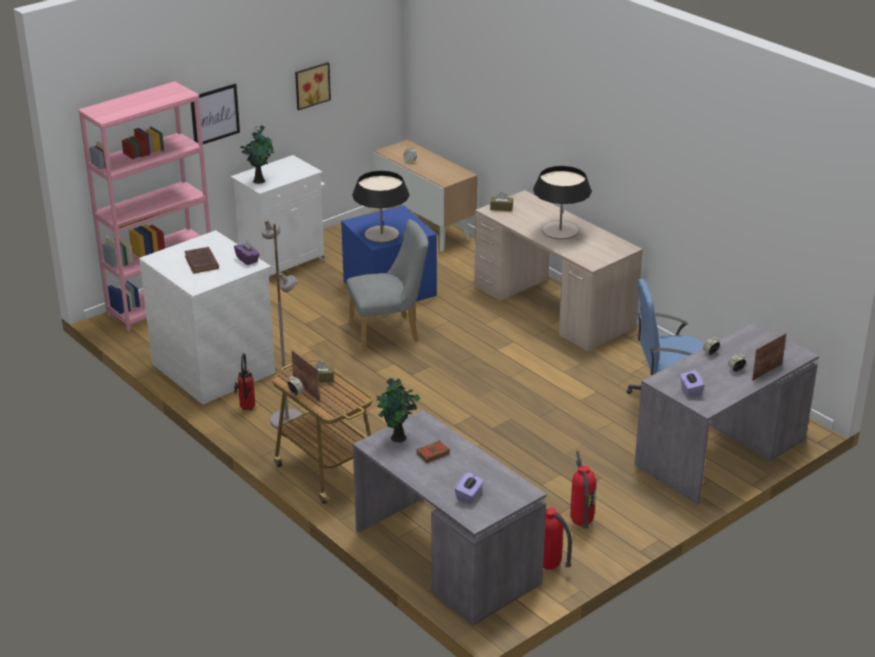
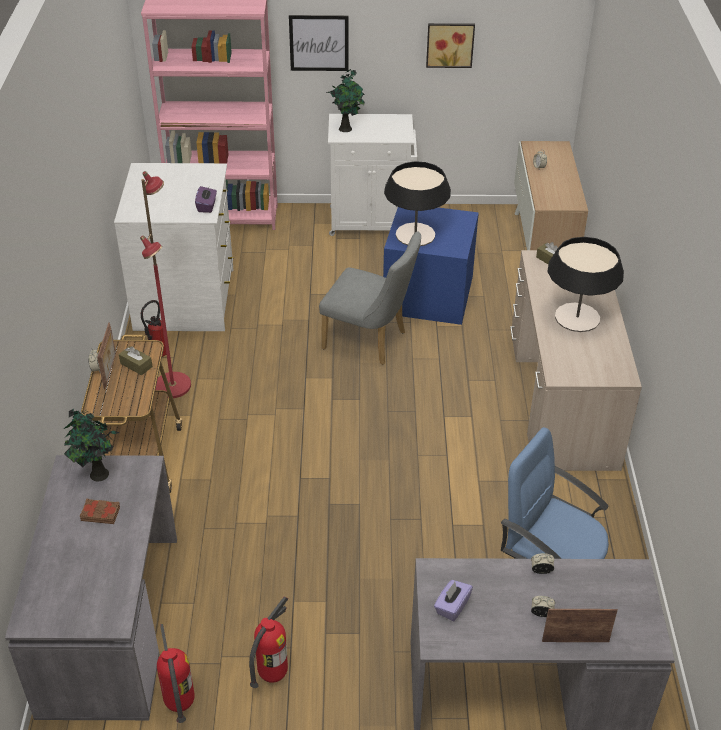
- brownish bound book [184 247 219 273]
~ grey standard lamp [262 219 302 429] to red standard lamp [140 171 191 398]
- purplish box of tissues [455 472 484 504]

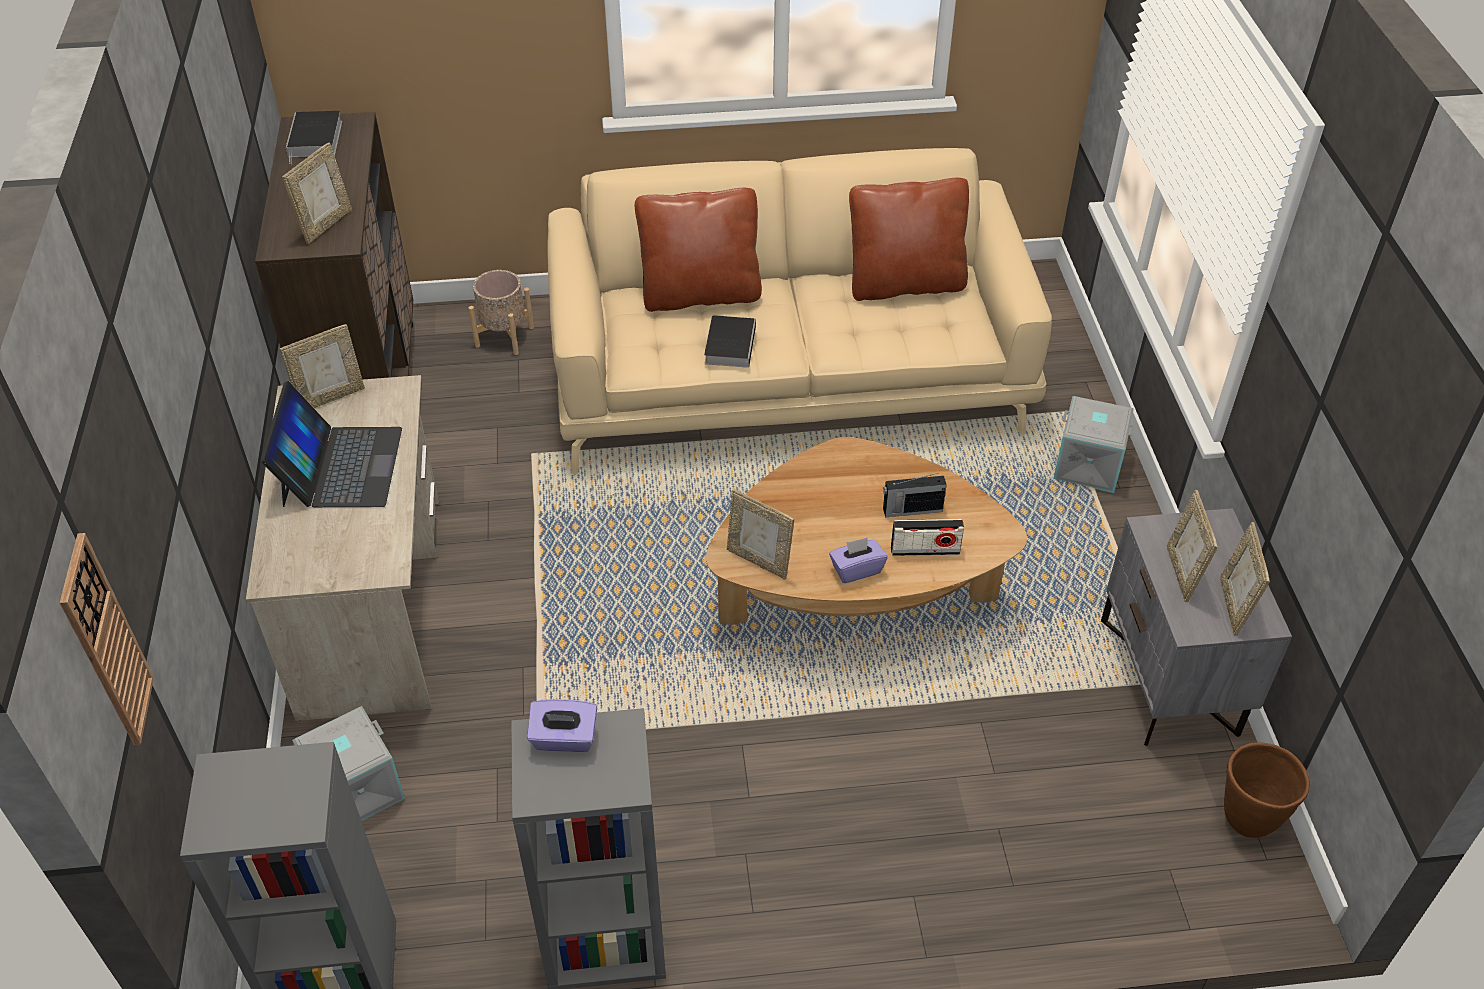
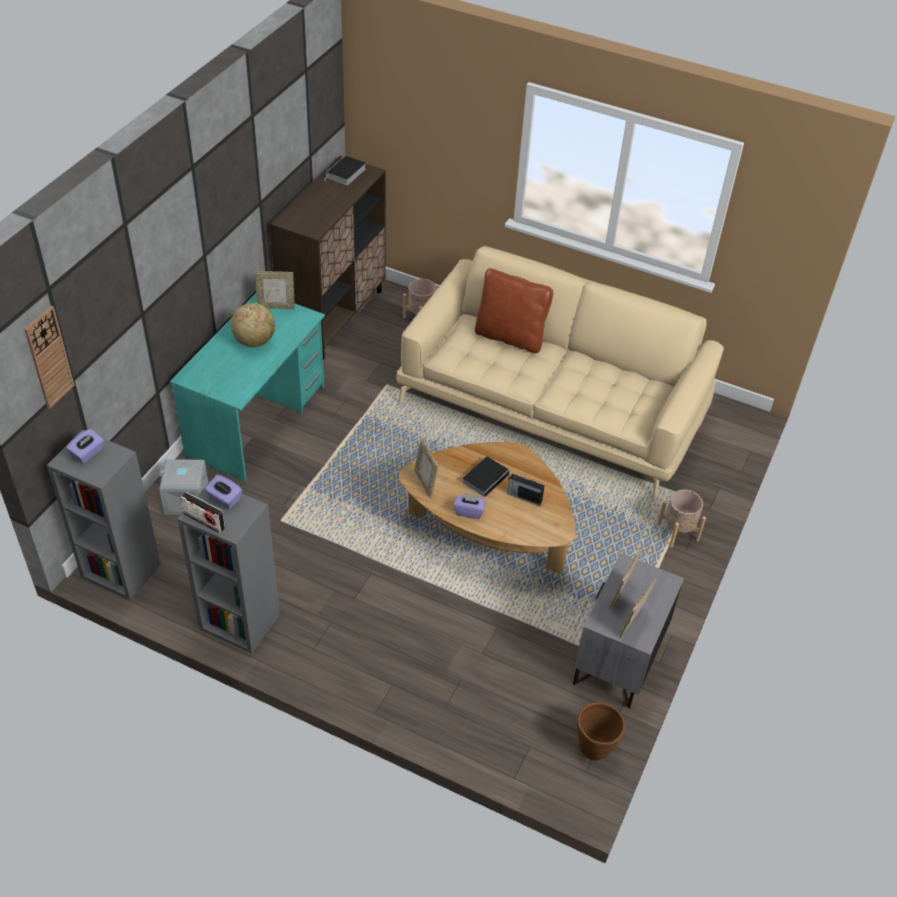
~ sand-coloured desk [246 375 439 721] to turquoise desk [170 293 325 481]
~ laptop [261 381 402 507] to world globe [231 303 275 347]
- standing frame [282 143 352 244]
~ bound book [704 315 756 368] to [462 456 511 498]
- brownish pillow [849 178 969 301]
~ radio receiver [891 519 964 556] to [181 492 225 533]
~ grey storage box [1054 396 1135 493] to sand-coloured flower pot [657 490 706 548]
+ purplish box of tissues [66 429 104 464]

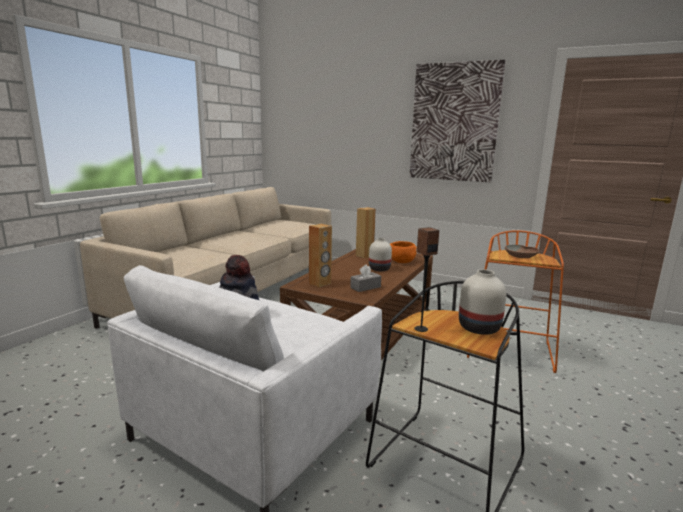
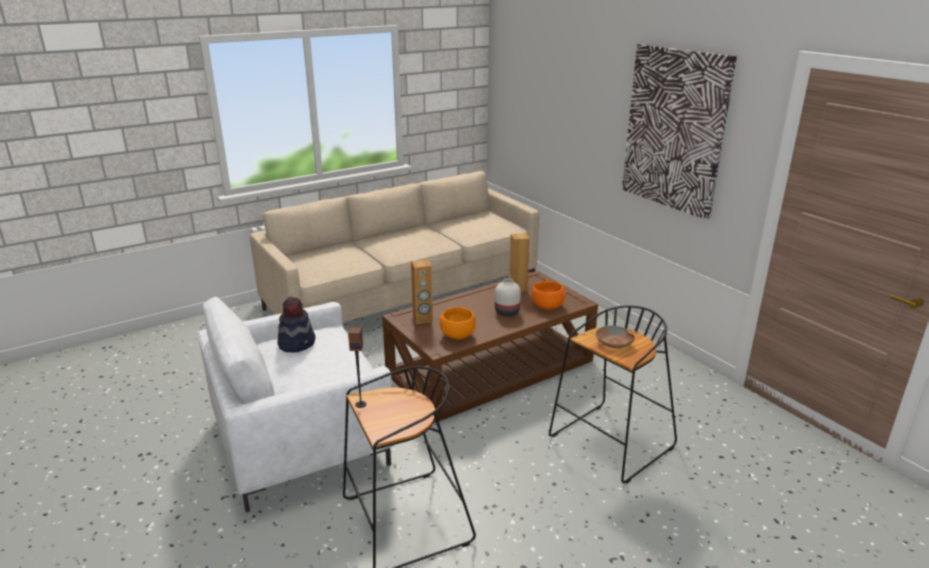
~ grey box of tissues [350 264 381 292] to orangey deep dish [439 307 476 339]
- white-coloured flower vase [459 269 506 335]
~ orangey sitting stool [467 230 564 373] to black-coloured sitting stool [549 305 677 484]

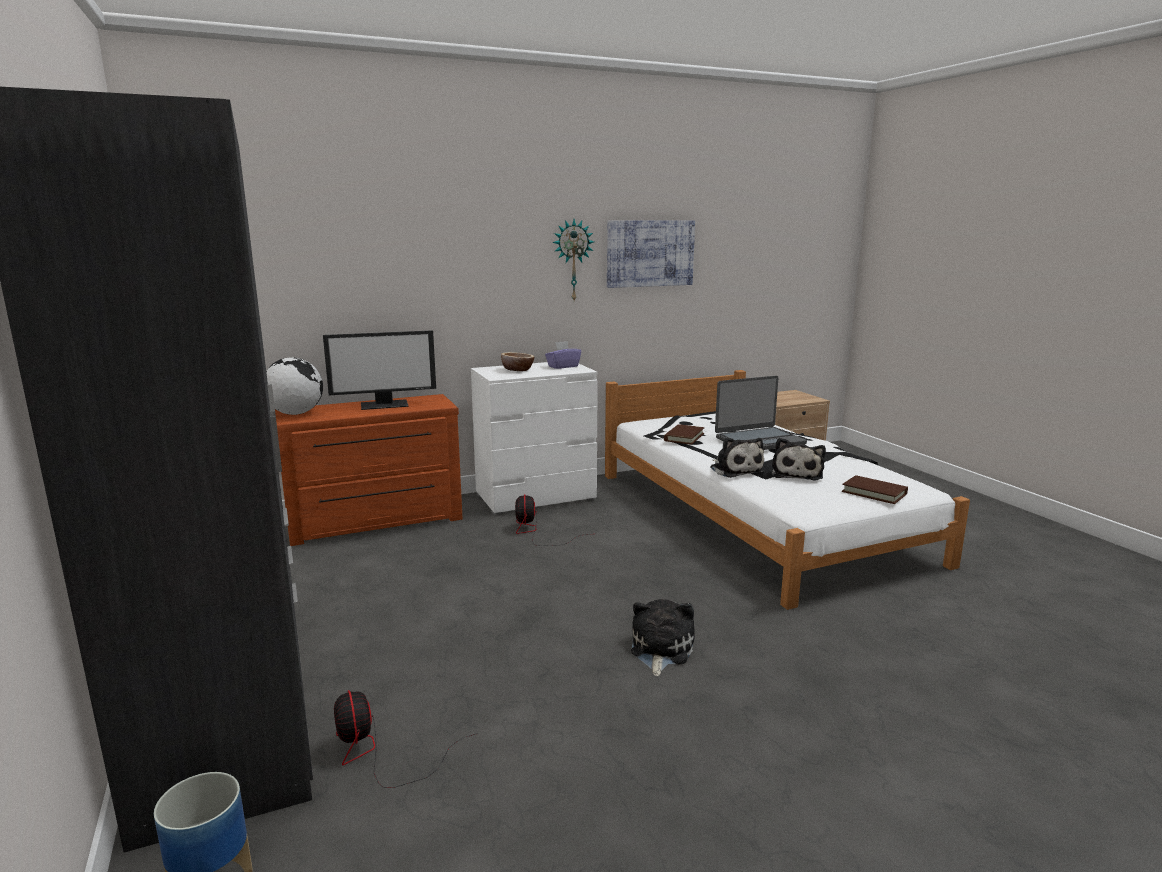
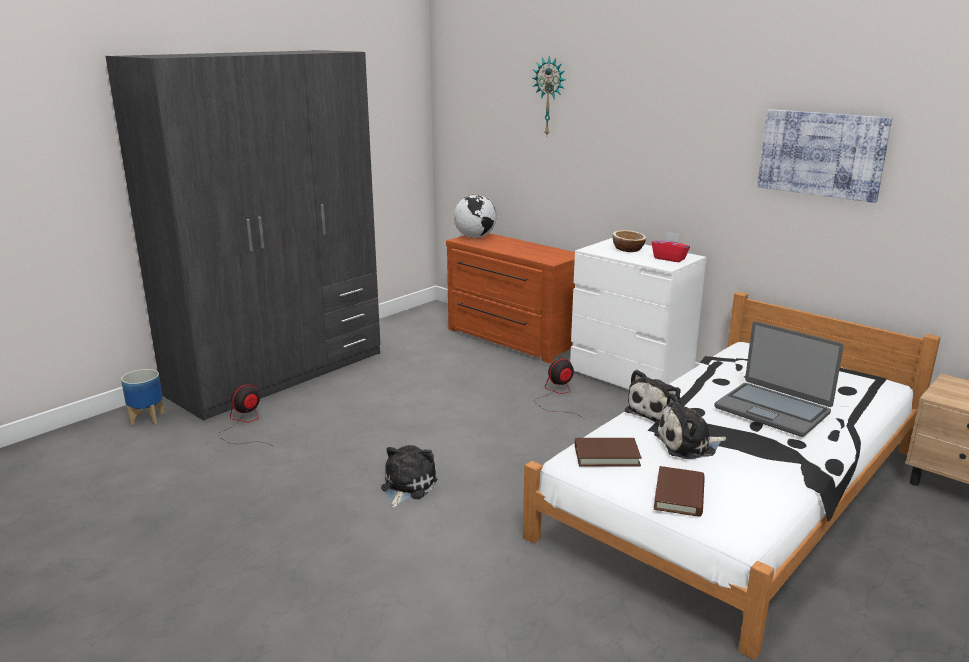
- monitor [323 330 436 410]
~ purplish box of tissues [545 341 581 369] to red box of tissues [652 232 690 262]
~ clock on the wall [553 219 594 300] to [532 56 566 135]
~ cuddly toy [631 599 695 677] = [381 445 437 508] 60 degrees counterclockwise
~ brownish bound book [664 424 704 445] to [575 438 642 466]

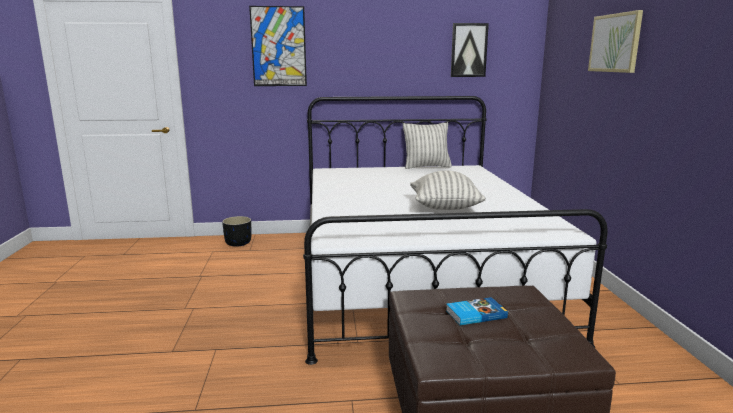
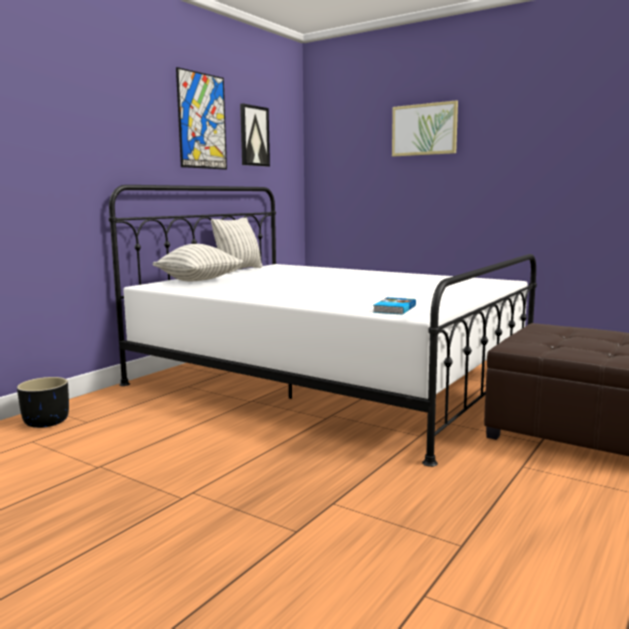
~ wall picture [249 6 307 86] to [176 67 227 170]
~ pillow [410 171 486 210] to [153 244 244 281]
~ bound book [446 297 508 325] to [373 297 416 315]

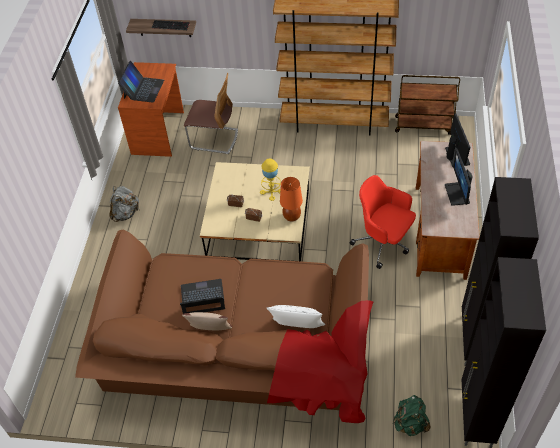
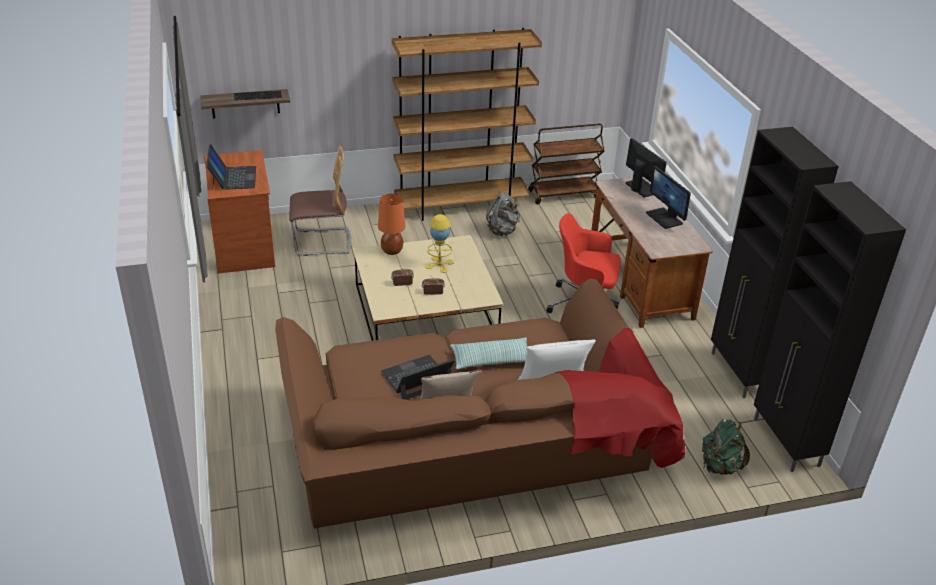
~ grey rucksack [109 186 139 222] to [486 191 520 236]
~ orangey table lamp [280 177 303 221] to [378 194 406 255]
+ pillow [450 337 527 369]

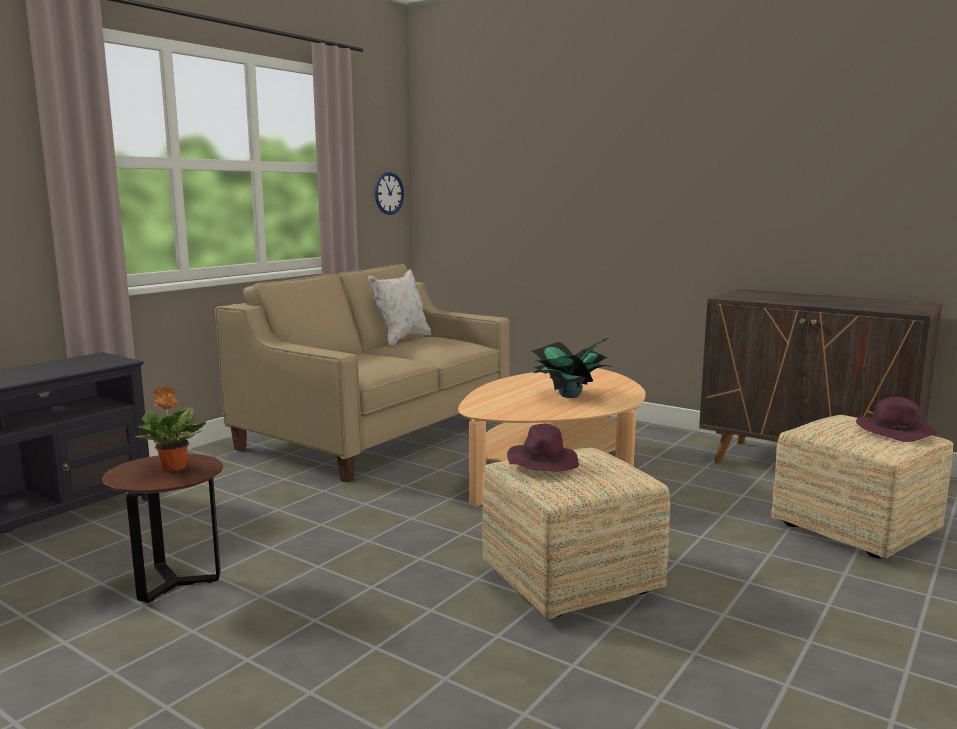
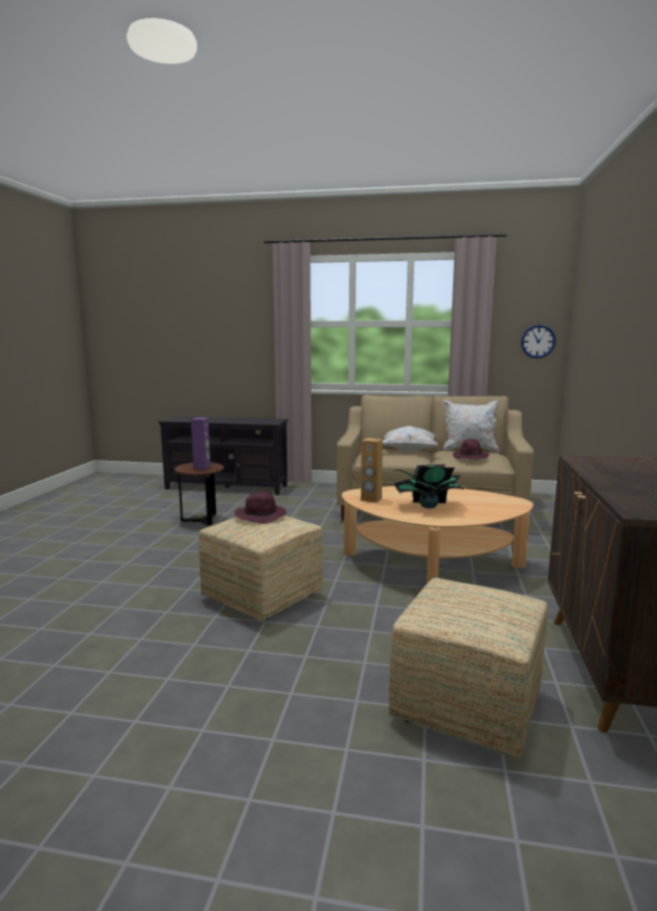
~ houseplant [135 387 207 472] to purplish loudspeaker [191 417 211 470]
~ purplish clothing hat [856 397 937 442] to [453 439 489 459]
+ brownish loudspeaker [361 438 383 503]
+ white-coloured pillow [383 426 438 451]

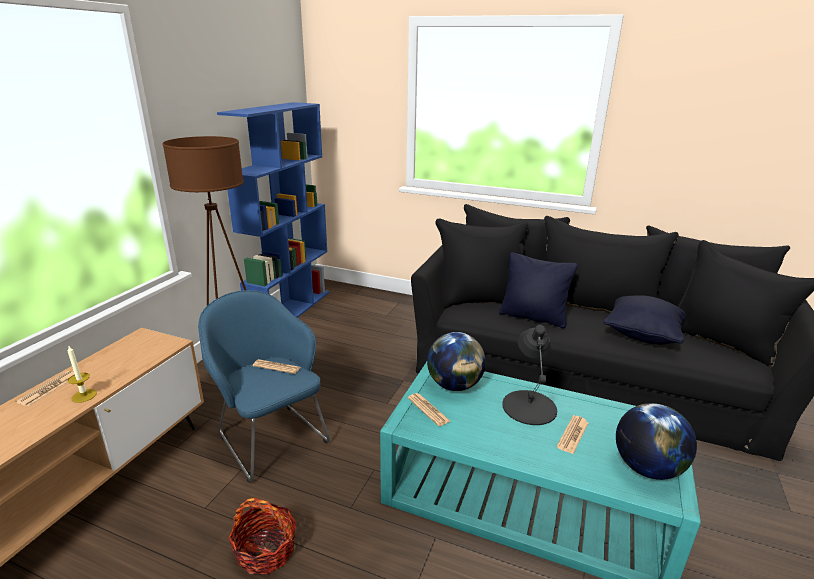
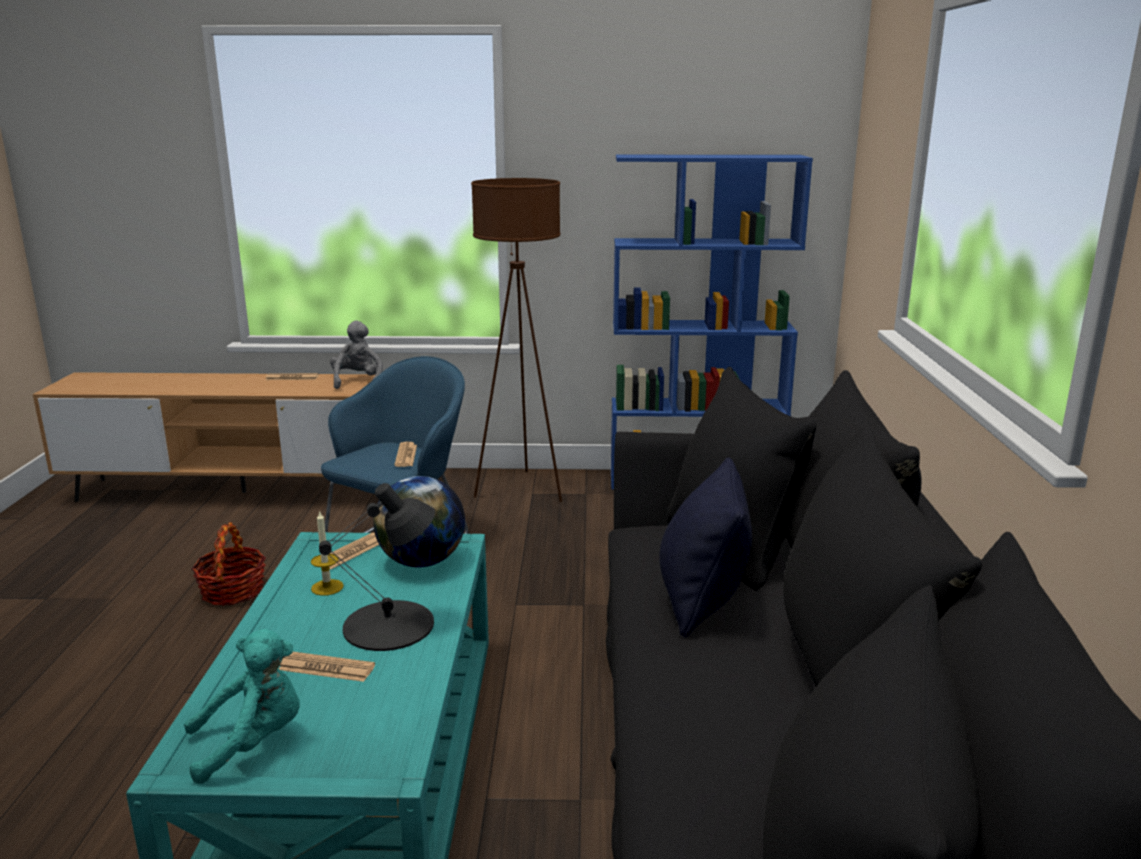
~ wax light [67 346 97 403] to [311 510 344 596]
- black-coloured pillow [603 295 686 345]
~ world globe [616 403 697 480] to turquoise cuddly toy [184 629 300 784]
+ grey cuddly toy [330 321 383 389]

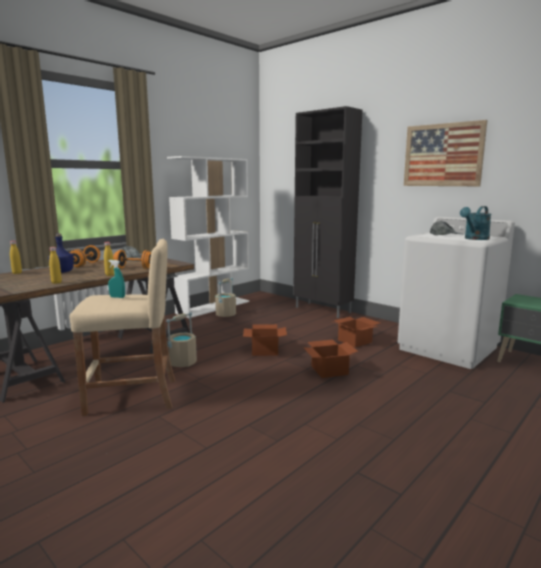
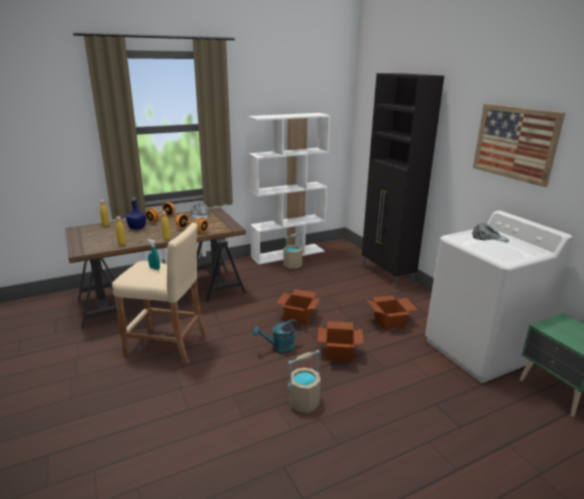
~ sand-coloured bucket [166 312 197 367] to [288 350 321 413]
~ turquoise watering pot [460 206 492 240] to [253 319 300 354]

